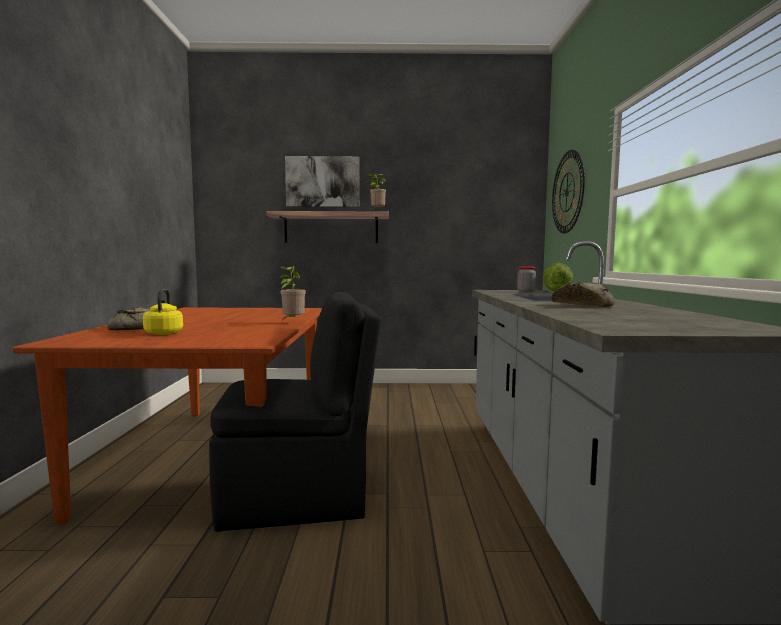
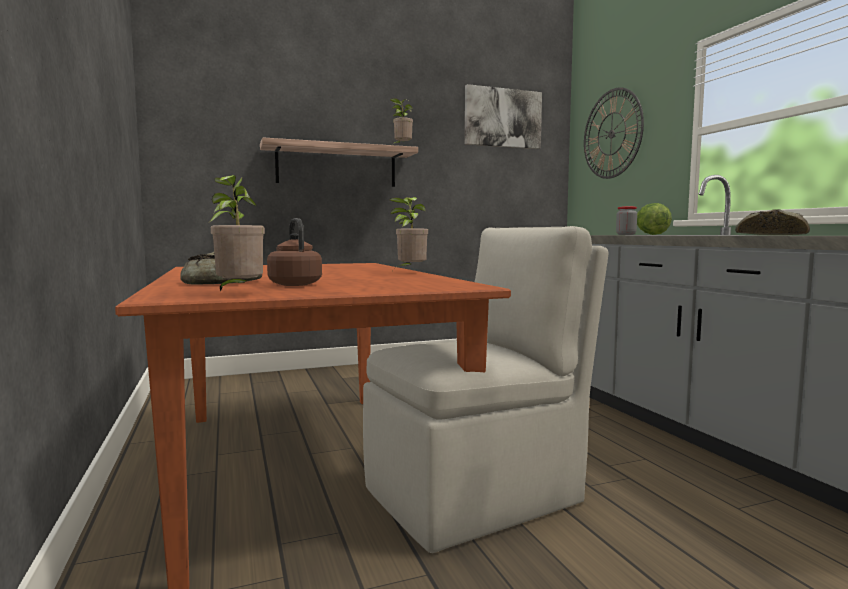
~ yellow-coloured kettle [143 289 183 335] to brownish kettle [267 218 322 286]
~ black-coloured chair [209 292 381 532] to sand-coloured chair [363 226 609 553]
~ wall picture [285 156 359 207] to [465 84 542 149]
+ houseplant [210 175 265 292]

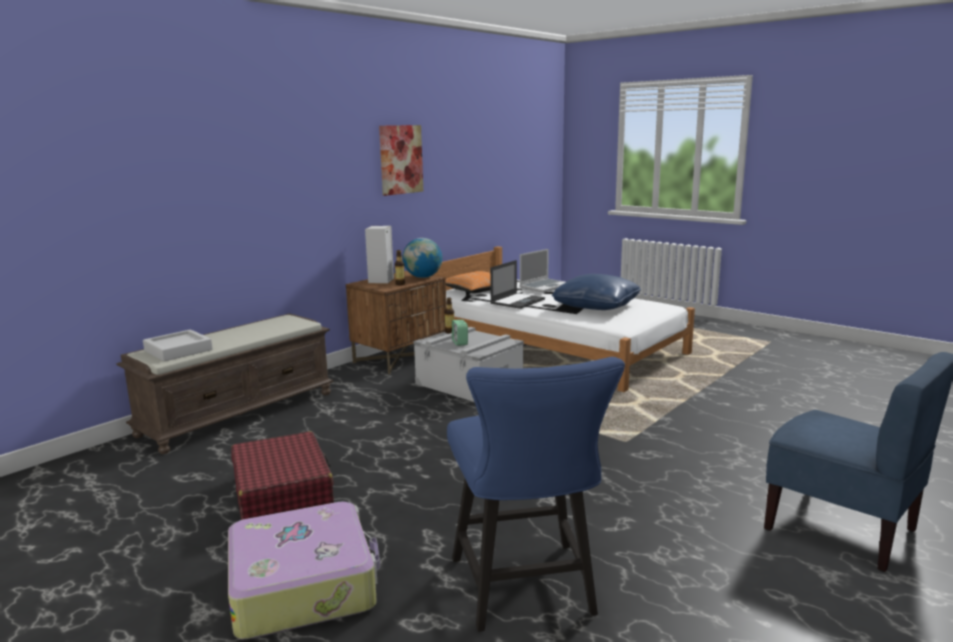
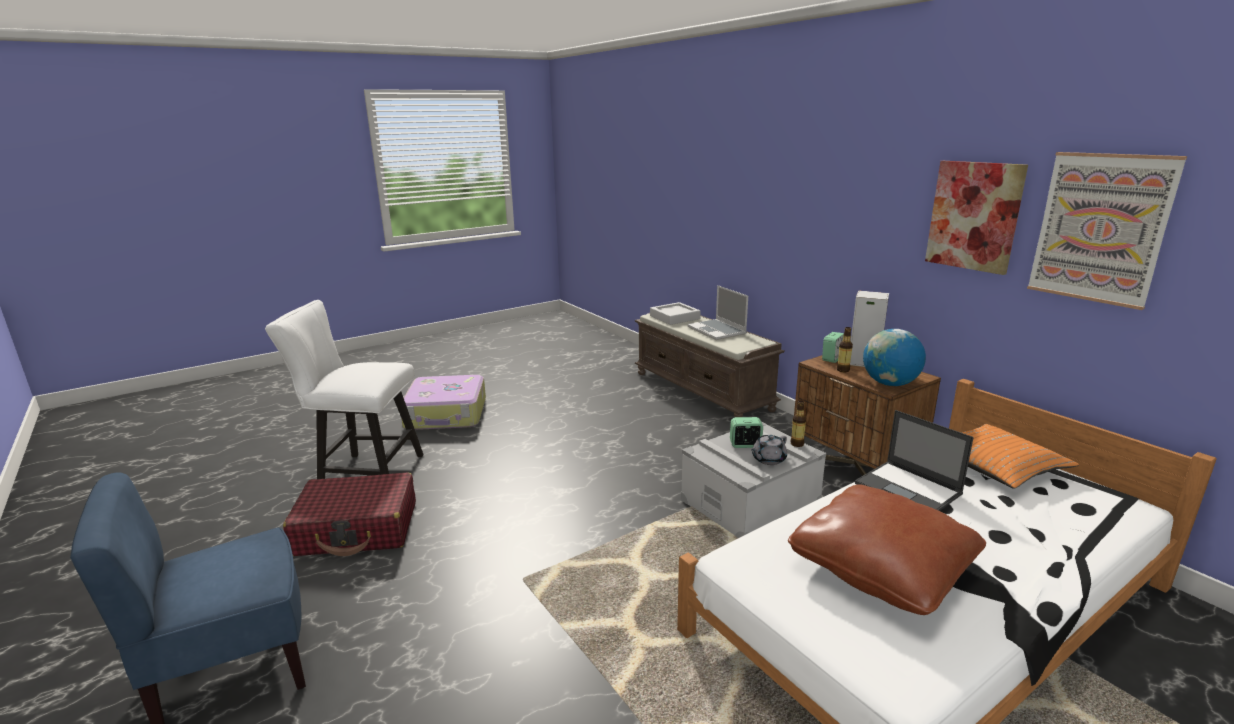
~ red travel case [231 431 334 520] to [283 473 416 556]
~ blue chair [447 357 625 632] to white-coloured chair [265 300 424 479]
~ laptop [519 249 565 293] to [688 285 748 340]
~ blue pillow [552 274 641 310] to brownish pillow [788 484 986 615]
+ grey tea pot [751 435 787 465]
+ alarm clock [822 332 844 363]
+ wall picture [1027 152 1187 310]

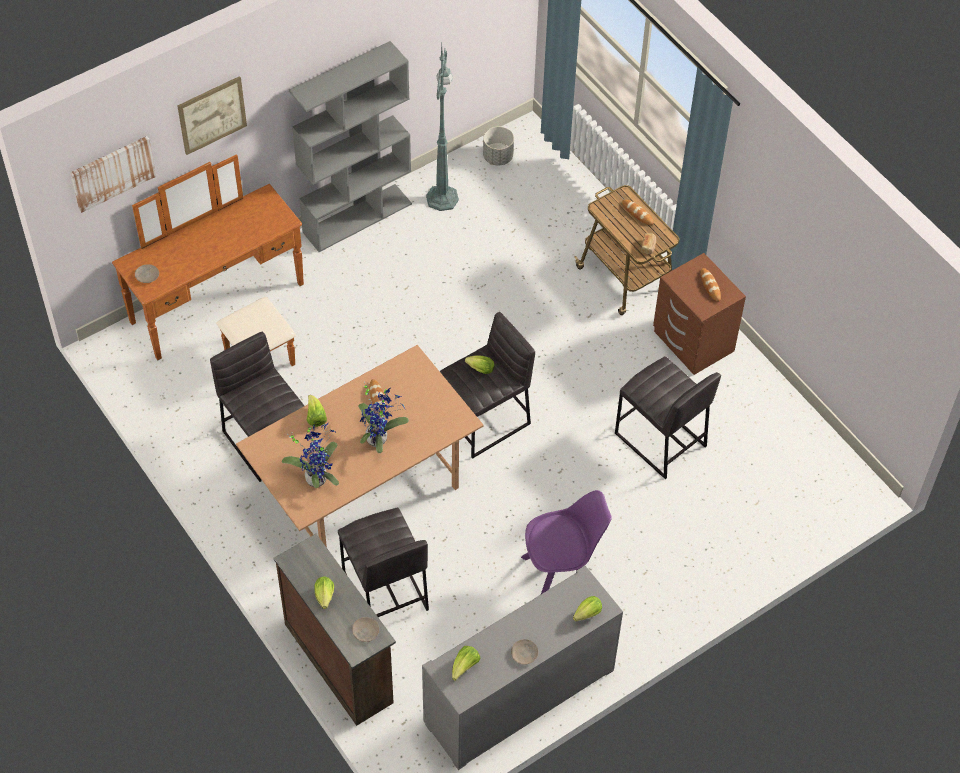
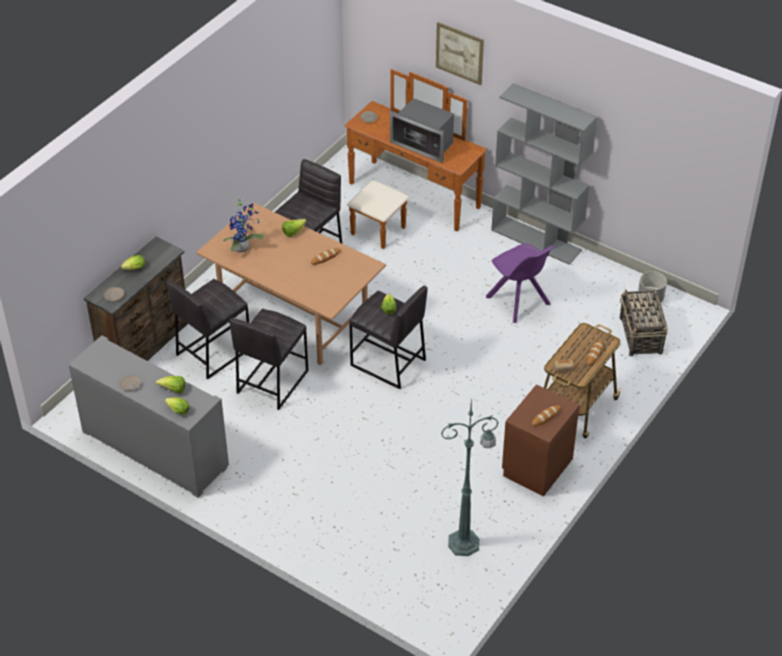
- wall picture [70 136 157 213]
- houseplant [358 382 409 453]
~ green standard lamp [426 45 459 211] to [441 397 499 556]
~ head of lettuce [452 646 480 681] to [155 376 185 393]
~ purplish chair [521 490 612 594] to [486 244 554 323]
~ grey sitting stool [615 356 721 479] to [229 309 308 410]
+ microwave oven [390 98 454 163]
+ storage basket [619 290 668 356]

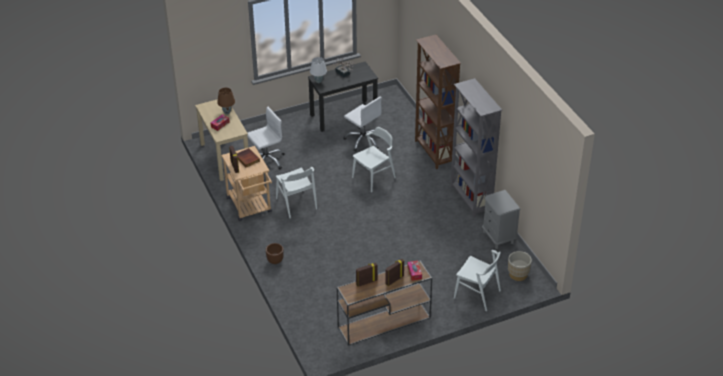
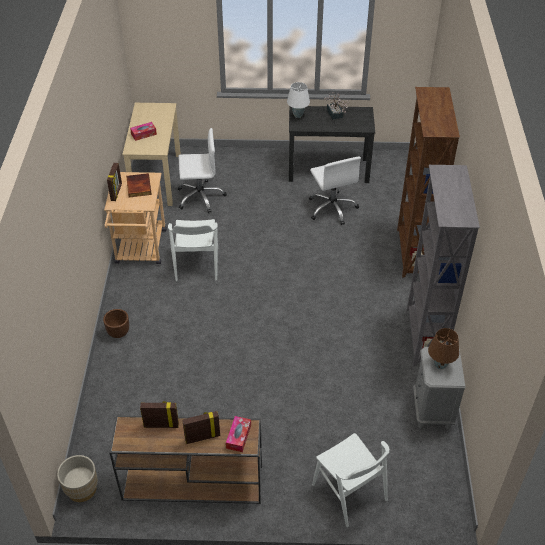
~ brownish table lamp [217 88 235 114] to [428 328 459 369]
- white-coloured chair [352 127 396 192]
~ sand-coloured flower pot [508 251 532 281] to [57 455 98 502]

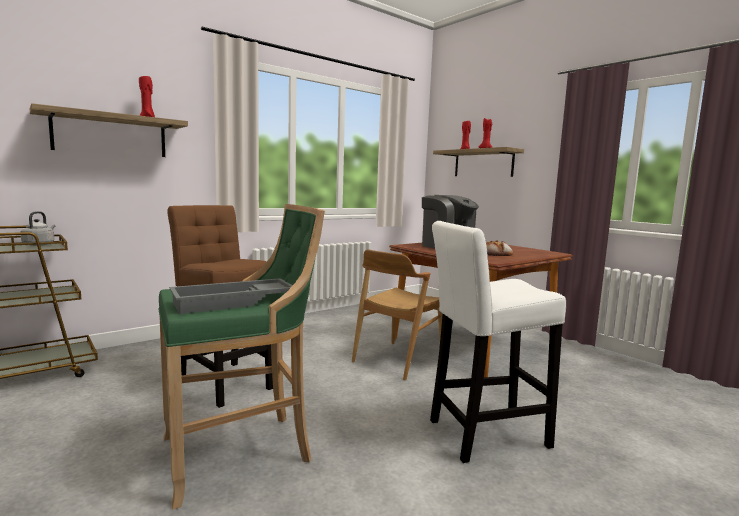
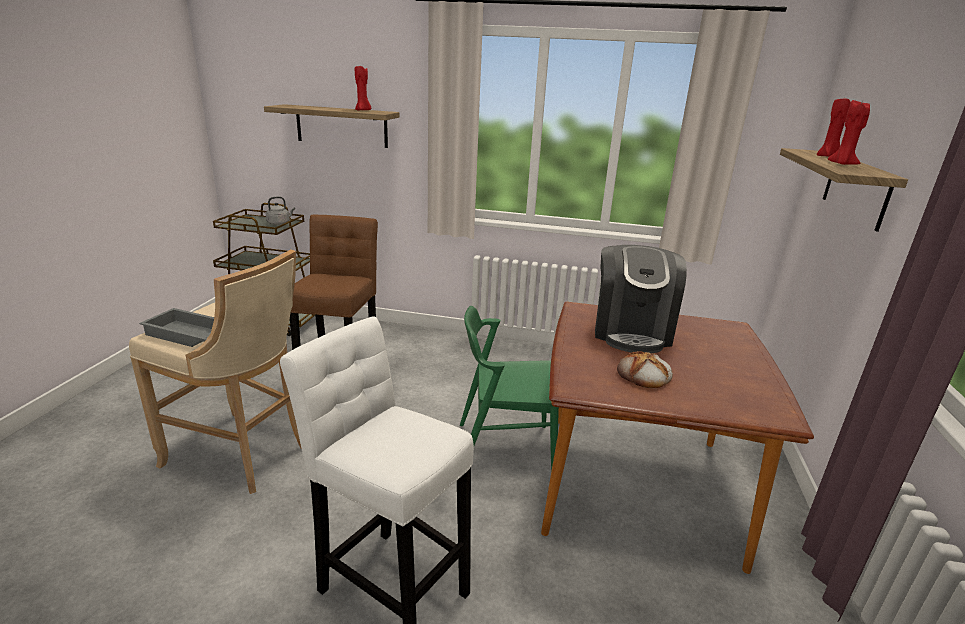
~ green sitting stool [159 204 325 510] to sand-coloured sitting stool [129 249 301 494]
~ brownish chair [352 249 443 381] to green chair [460 306 559 471]

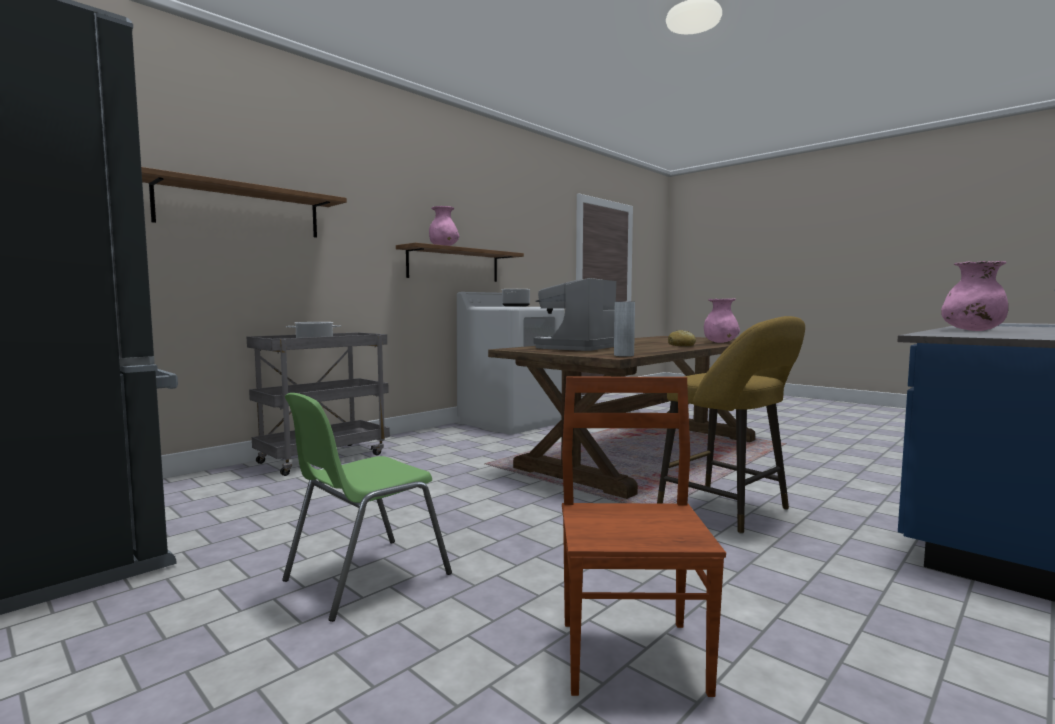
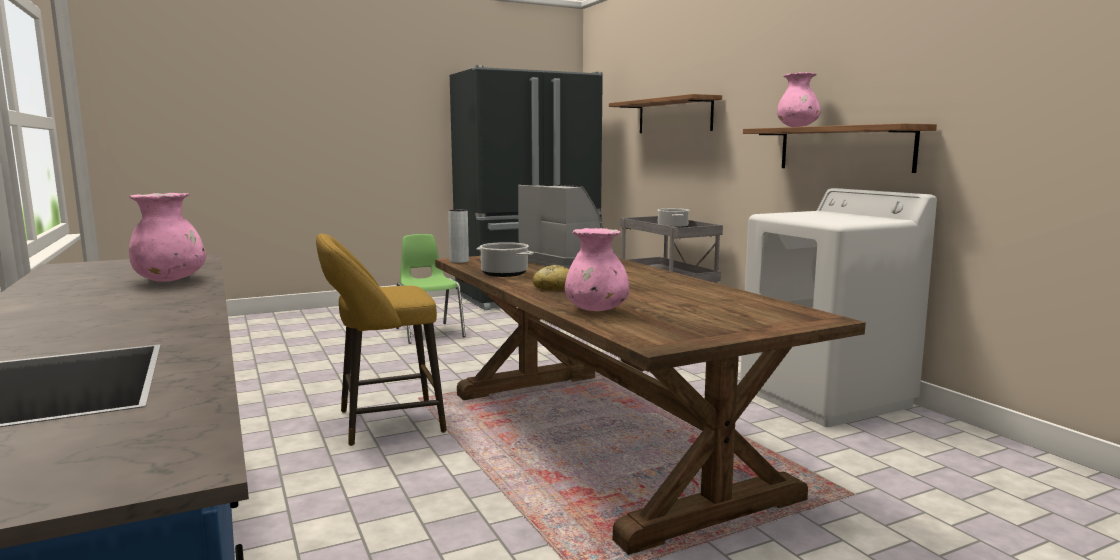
~ stockpot [501 289 531 307] to [477 242 533 277]
- brownish chair [562 377 726 697]

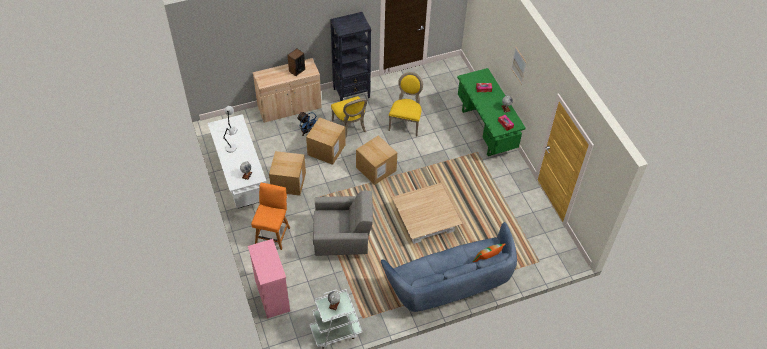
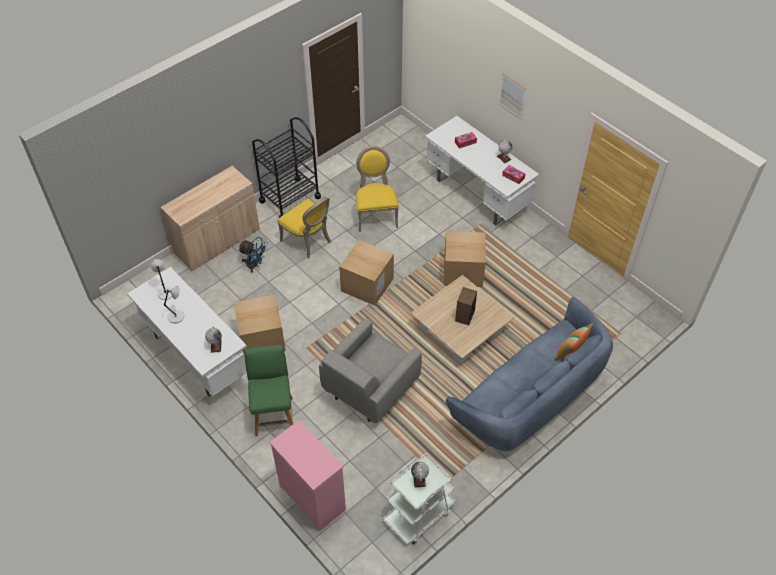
~ orangey chair [251 183 290 250] to green chair [244 345 293 436]
~ loudspeaker [287 49 305 76] to [455 287 477 325]
~ cardboard box [306 117 346 165] to [444 231 486 287]
~ grey lounge chair [313 190 373 256] = [319 318 422 423] 150 degrees clockwise
~ black-coloured shelving unit [330 12 371 101] to black-coloured cart [252 117 321 218]
~ green desk [457 68 526 156] to white-coloured desk [425 116 539 226]

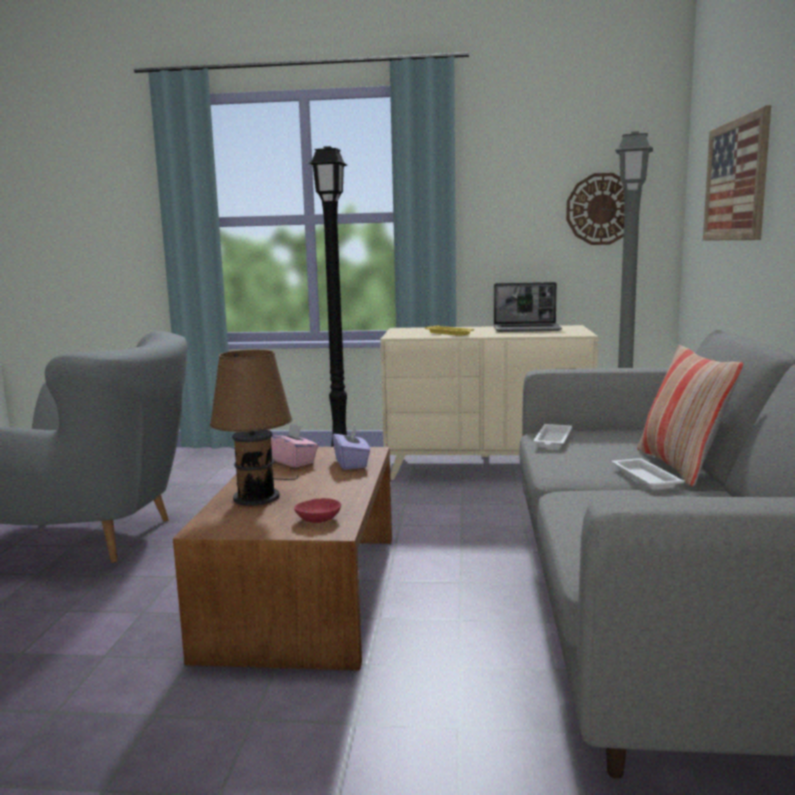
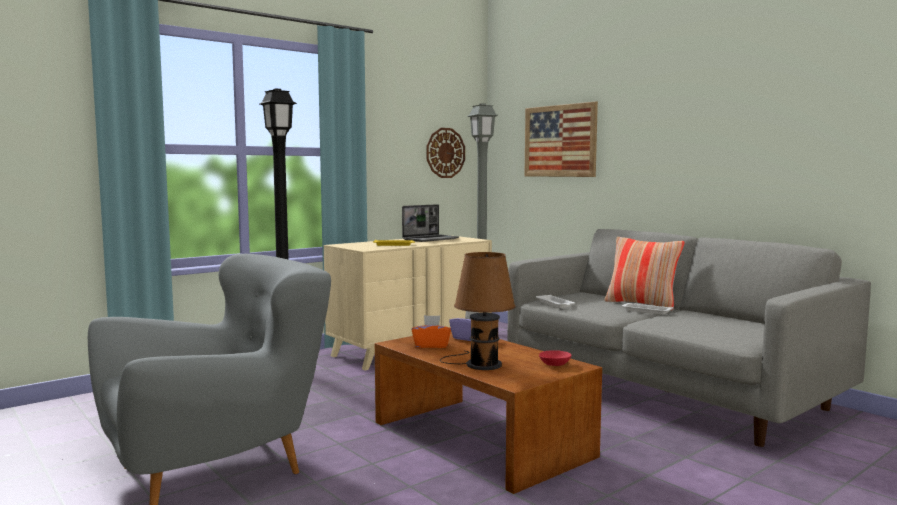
~ pink box of tissues [271 424 318 468] to orangey box of tissues [412 315 451 348]

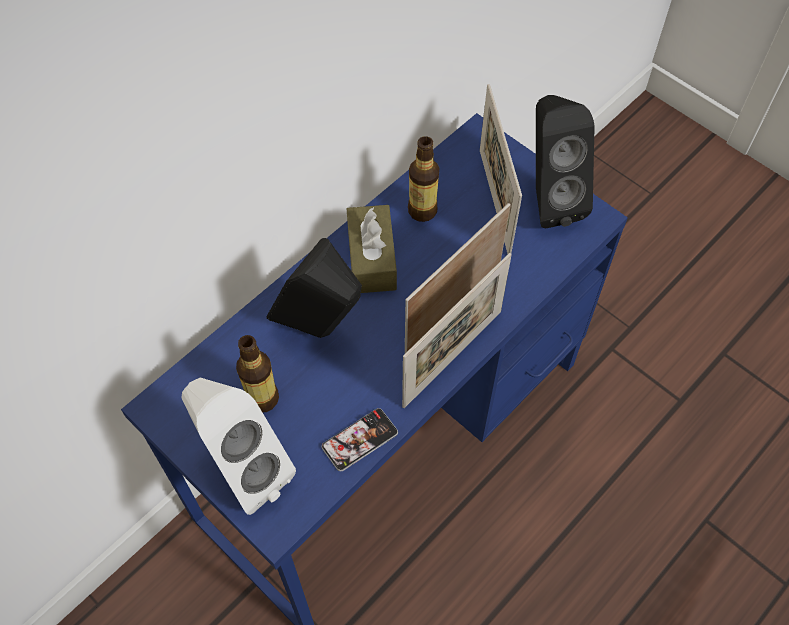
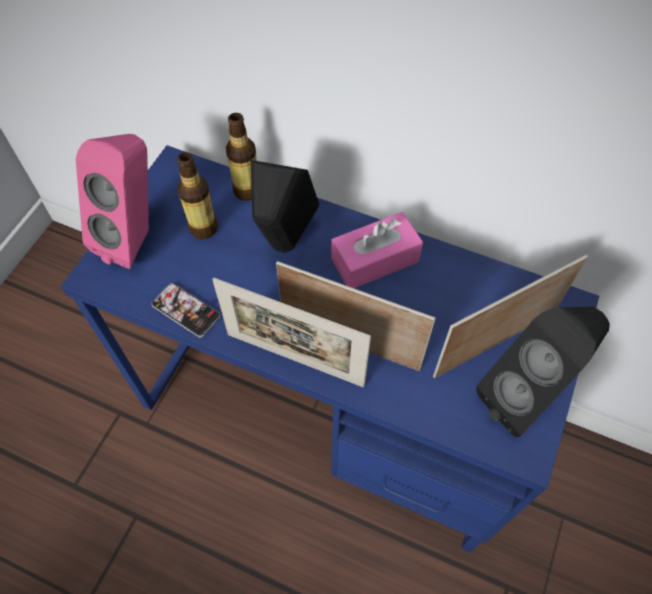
~ white-coloured loudspeaker [182 378 296 515] to pink loudspeaker [76 134 149 269]
~ brownish box of tissues [347 205 397 293] to pink box of tissues [331 212 423 288]
~ drink bottle [408 136 439 222] to [226 113 257 201]

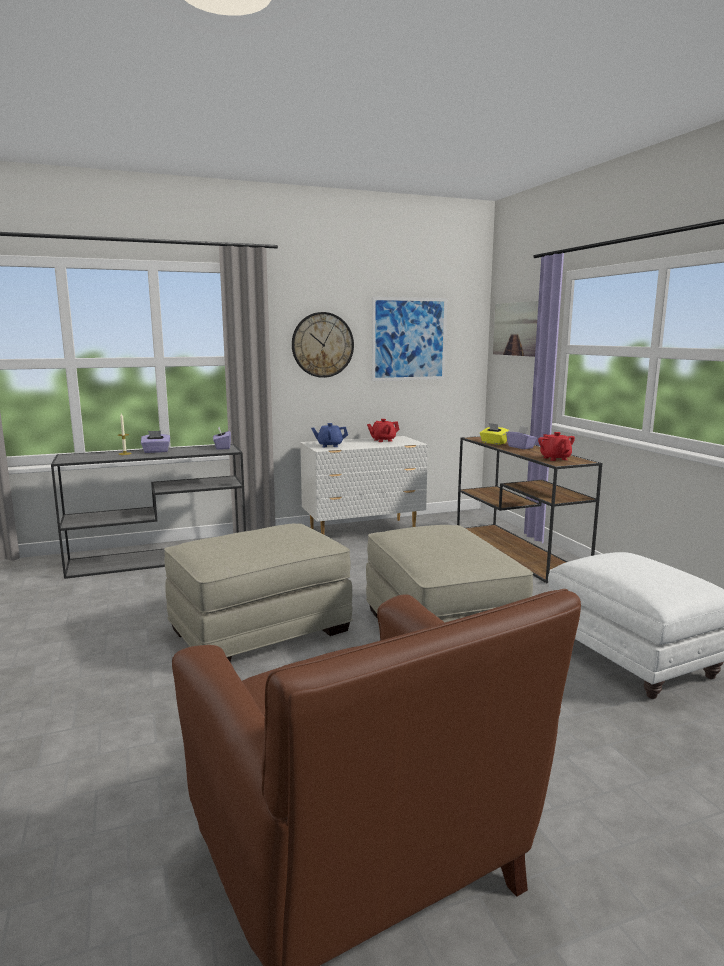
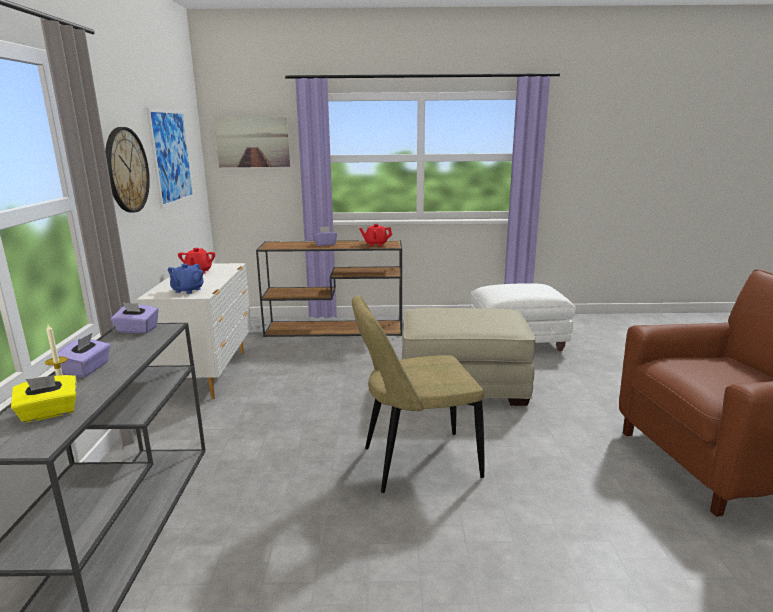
~ sand-coloured ottoman [164 523 353 662] to sand-coloured chair [352 295 484 493]
~ yellow-coloured box of tissues [480 423 510 445] to [11 375 77 423]

